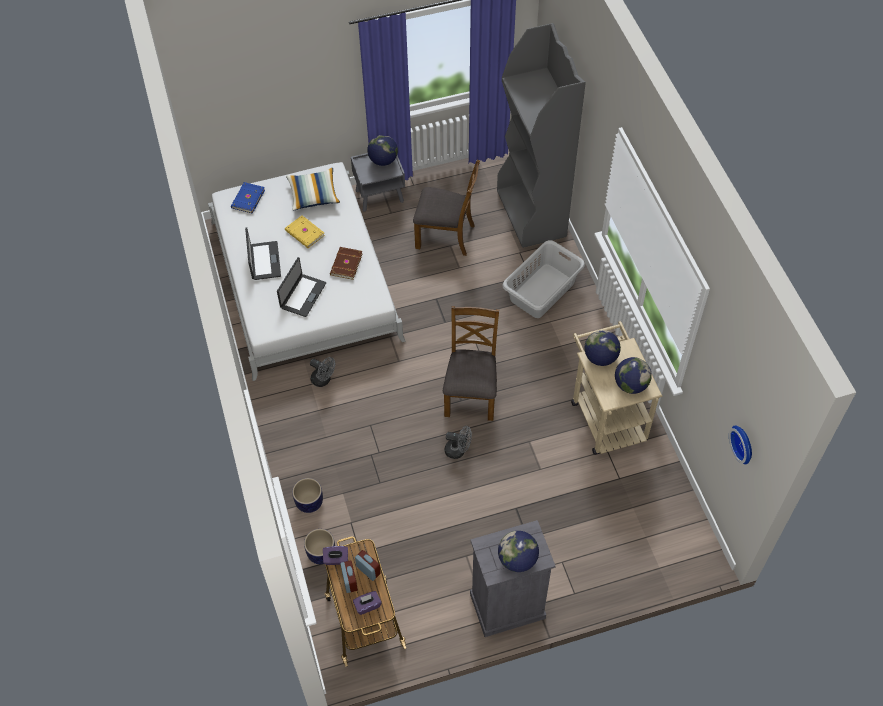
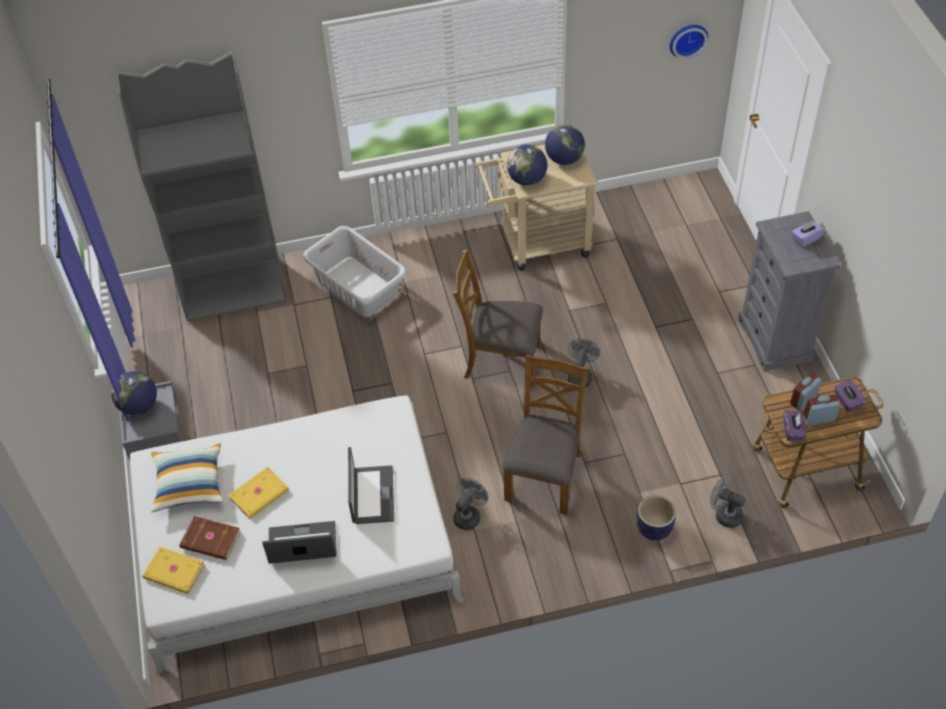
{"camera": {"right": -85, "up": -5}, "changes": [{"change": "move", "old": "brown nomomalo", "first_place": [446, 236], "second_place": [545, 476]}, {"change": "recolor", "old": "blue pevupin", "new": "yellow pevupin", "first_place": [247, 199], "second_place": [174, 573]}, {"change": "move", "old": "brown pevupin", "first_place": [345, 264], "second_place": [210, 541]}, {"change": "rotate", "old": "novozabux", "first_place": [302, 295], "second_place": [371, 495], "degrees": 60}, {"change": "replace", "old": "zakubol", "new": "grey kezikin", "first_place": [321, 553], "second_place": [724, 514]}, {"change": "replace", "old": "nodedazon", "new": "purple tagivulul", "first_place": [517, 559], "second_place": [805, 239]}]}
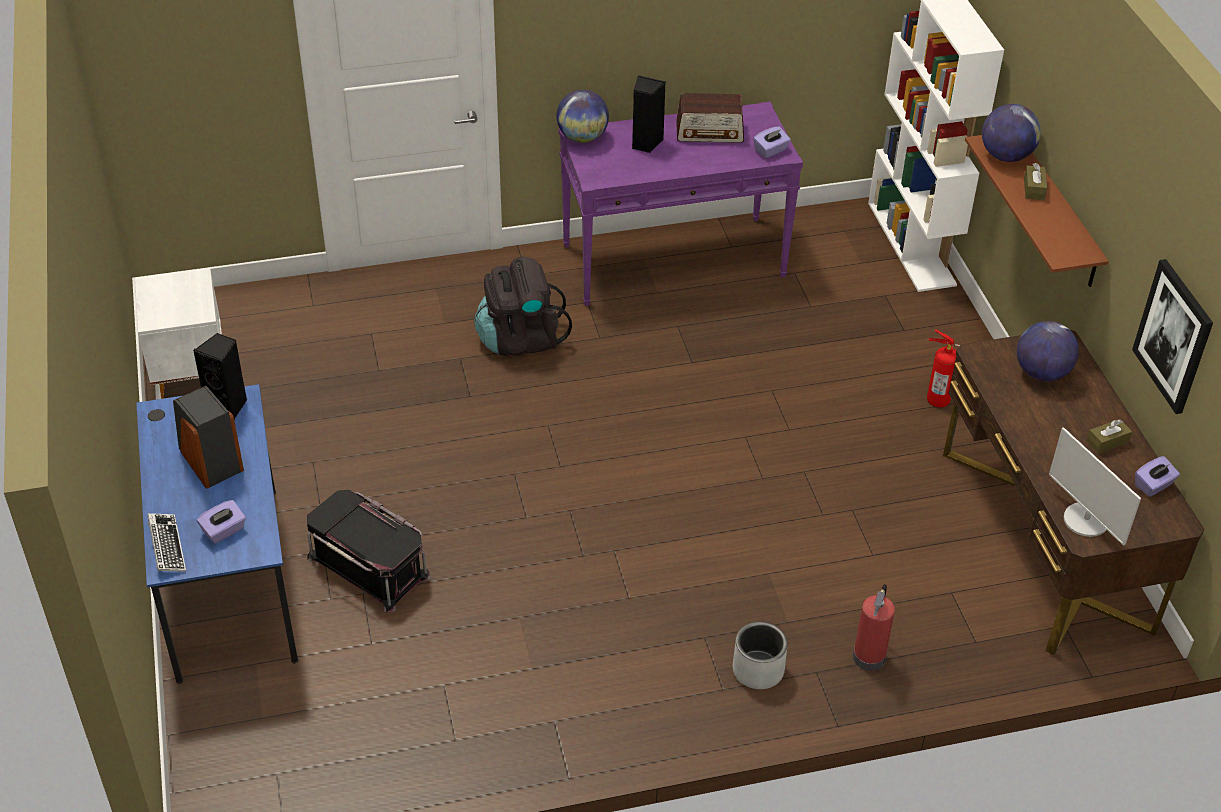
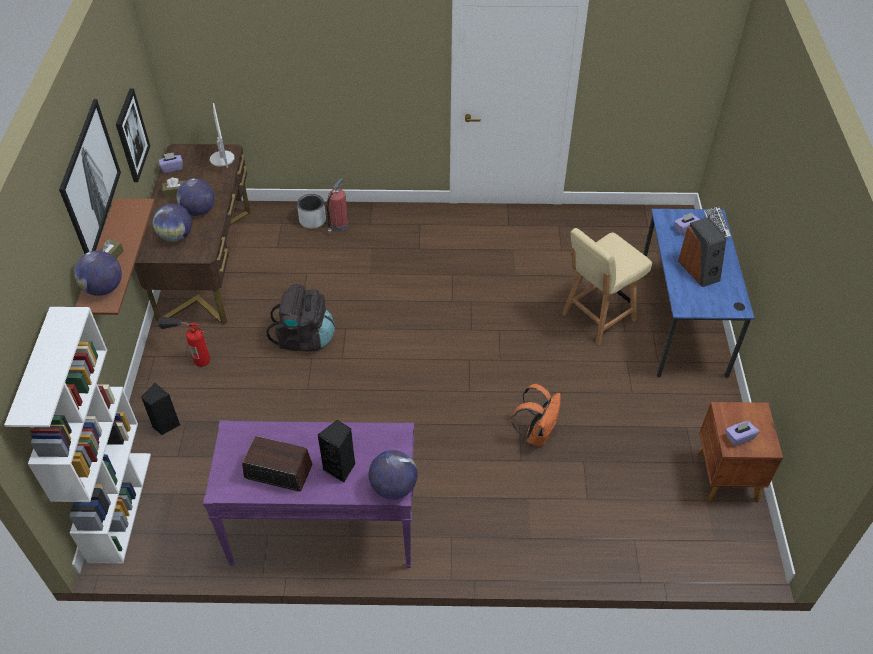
{"camera": {"right": -165, "up": 5}, "changes": [{"change": "move", "old": "purple tagivulul", "first_place": [771, 151], "second_place": [739, 437]}, {"change": "move", "old": "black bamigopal", "first_place": [520, 339], "second_place": [305, 338]}, {"change": "recolor", "old": "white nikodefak", "new": "brown nikodefak", "first_place": [191, 382], "second_place": [726, 478]}, {"change": "move", "old": "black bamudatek", "first_place": [228, 406], "second_place": [165, 425]}, {"change": "replace", "old": "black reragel", "new": "beige nomomalo", "first_place": [370, 565], "second_place": [597, 317]}, {"change": "move", "old": "grey zakubol", "first_place": [758, 670], "second_place": [312, 220]}, {"change": "insert", "new": "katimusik", "second_place": [89, 180]}, {"change": "insert", "new": "nodedazon", "second_place": [199, 211]}, {"change": "insert", "new": "orange bamigopal", "second_place": [536, 433]}]}
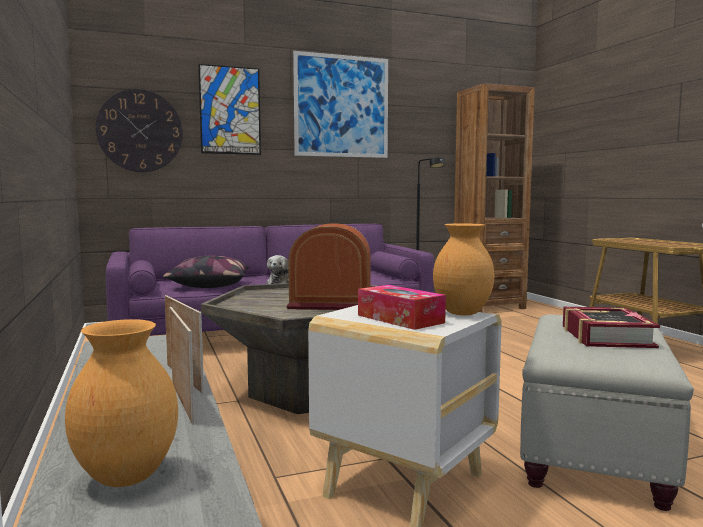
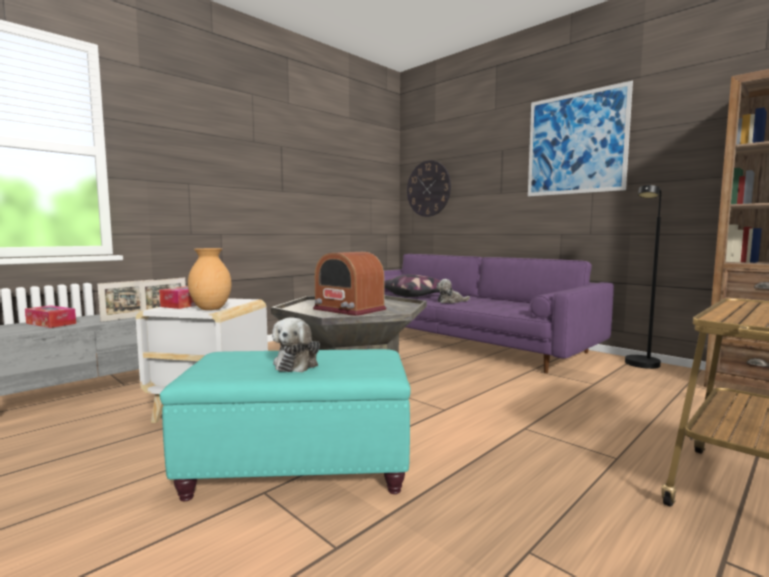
{"camera": {"right": 65, "up": 0}, "changes": [{"change": "delete", "old": "katimusik", "first_place": [230, 110]}, {"change": "rotate", "old": "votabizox", "first_place": [331, 303], "second_place": [349, 309], "degrees": 150}, {"change": "replace", "old": "pevupin", "new": "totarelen", "first_place": [605, 337], "second_place": [297, 364]}, {"change": "recolor", "old": "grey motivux", "new": "turquoise motivux", "first_place": [593, 448], "second_place": [297, 467]}, {"change": "replace", "old": "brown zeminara", "new": "tagivulul", "first_place": [127, 476], "second_place": [51, 323]}]}
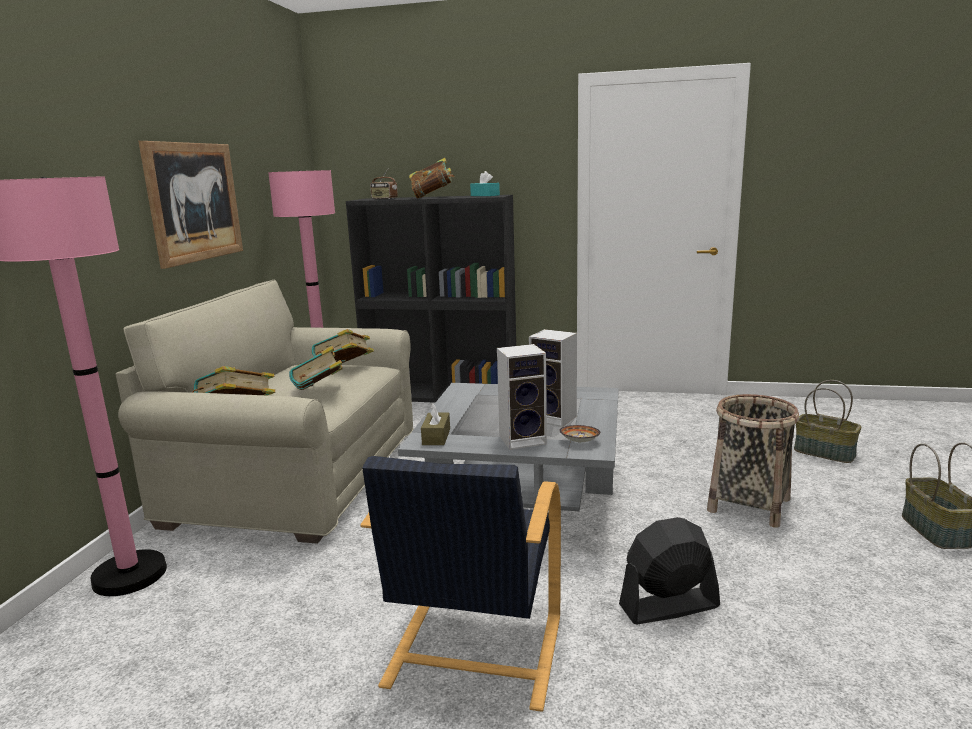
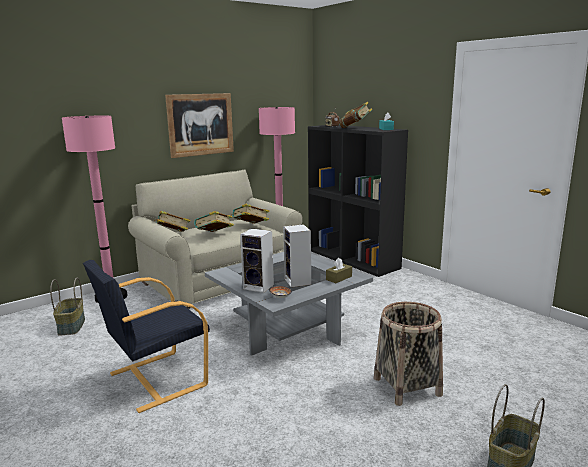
{"camera": {"right": 40, "up": 0}, "changes": [{"change": "move", "old": "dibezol", "first_place": [825, 452], "second_place": [72, 326]}, {"change": "move", "old": "brown tagivulul", "first_place": [436, 437], "second_place": [339, 278]}, {"change": "delete", "old": "black kezikin", "first_place": [668, 606]}]}
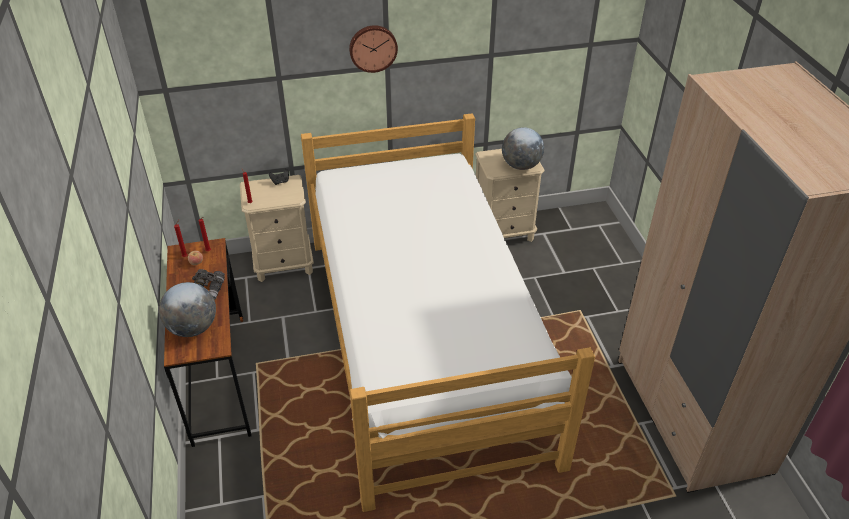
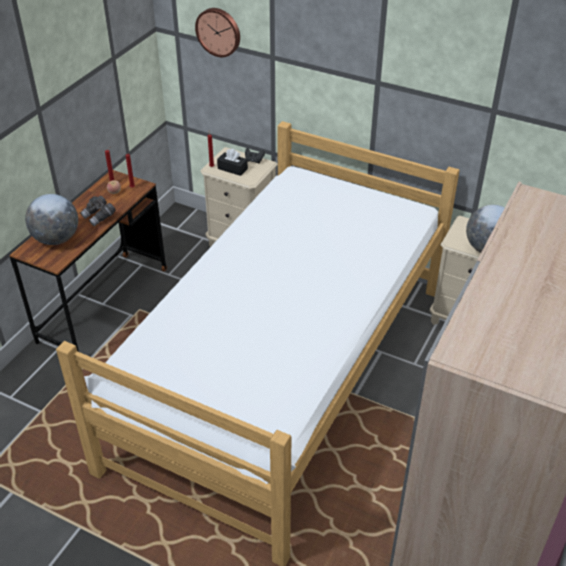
{"camera": {"right": 40, "up": 0}, "changes": [{"change": "move", "old": "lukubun", "first_place": [373, 48], "second_place": [219, 31]}, {"change": "insert", "new": "black tagivulul", "second_place": [232, 168]}]}
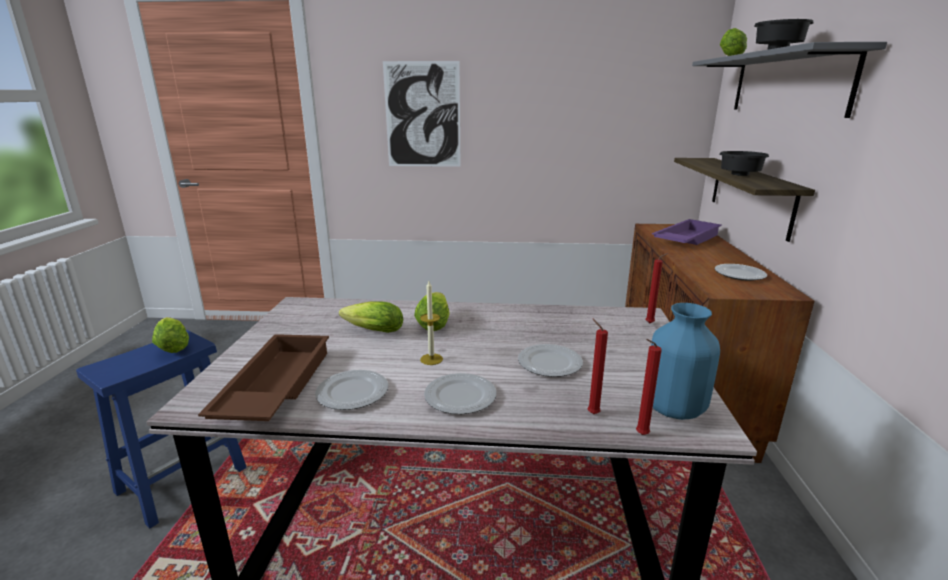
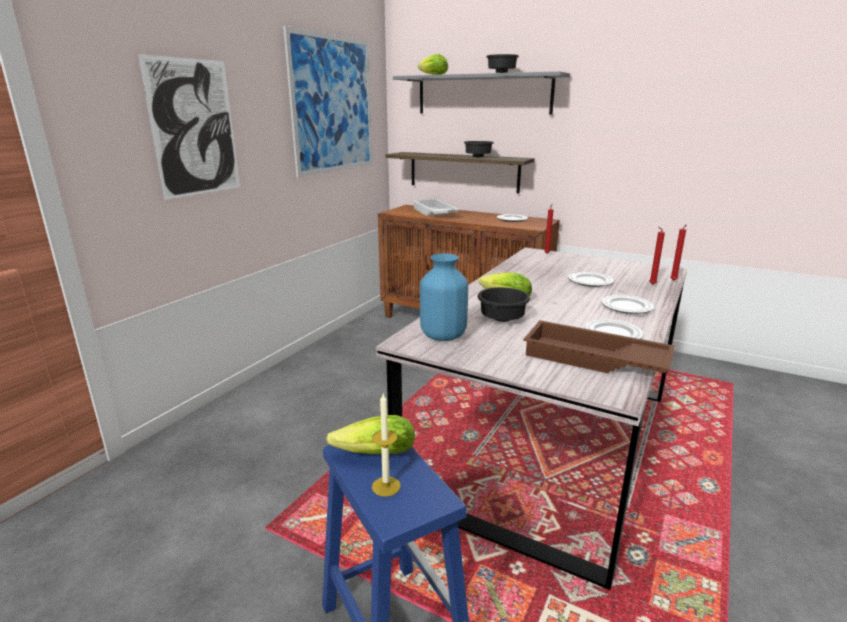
{"camera": {"right": -65, "up": 0}, "changes": [{"change": "recolor", "old": "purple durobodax", "new": "white durobodax", "first_place": [685, 239], "second_place": [433, 213]}, {"change": "move", "old": "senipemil", "first_place": [431, 359], "second_place": [386, 486]}, {"change": "replace", "old": "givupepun", "new": "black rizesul", "first_place": [371, 330], "second_place": [503, 318]}, {"change": "move", "old": "blue zeminara", "first_place": [674, 408], "second_place": [443, 335]}, {"change": "insert", "new": "katimusik", "second_place": [333, 105]}]}
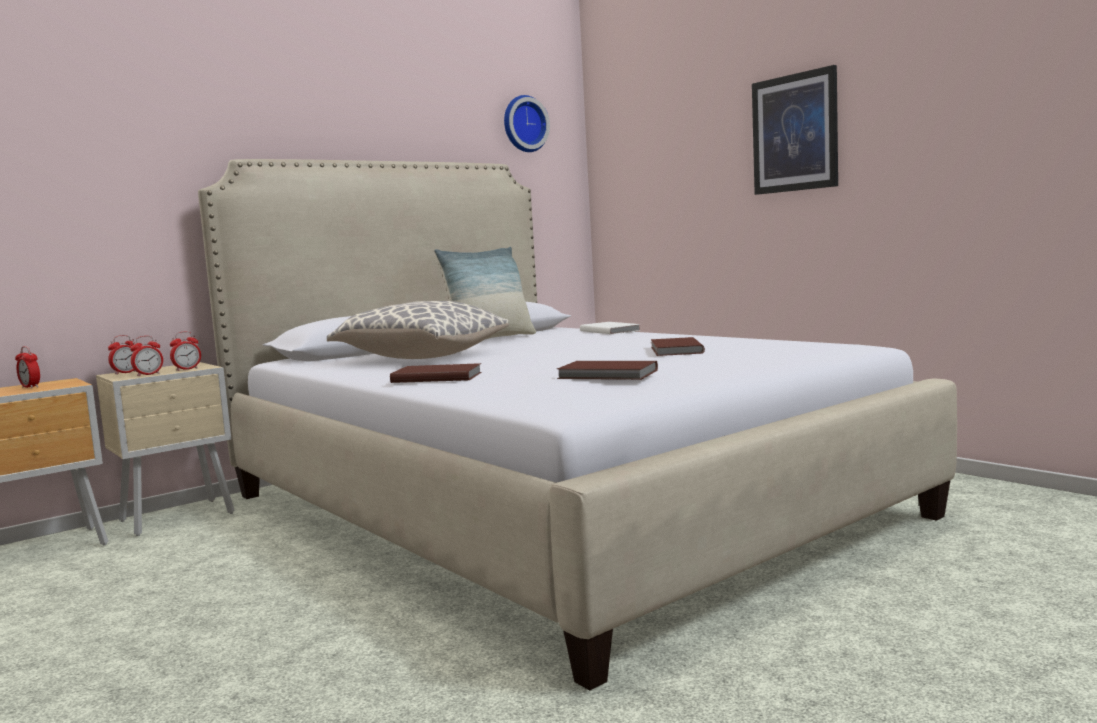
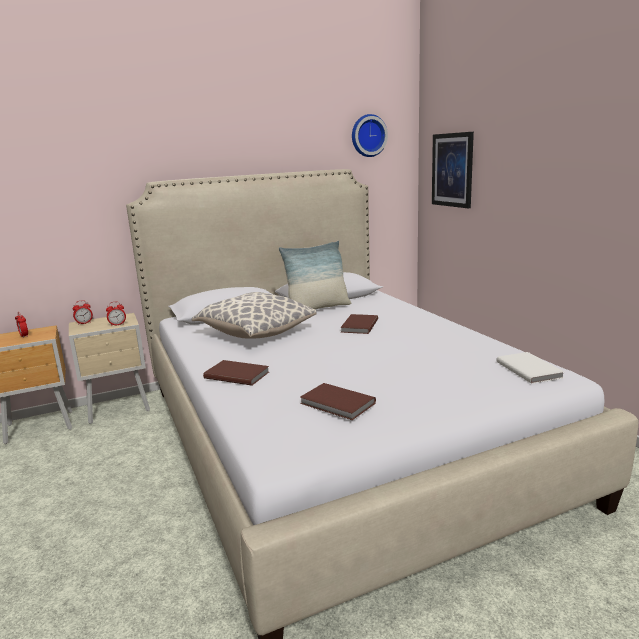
{"camera": {"right": 15, "up": 10}, "changes": [{"change": "move", "old": "katimusik", "first_place": [795, 133], "second_place": [452, 170]}, {"change": "move", "old": "white pevupin", "first_place": [610, 330], "second_place": [529, 369]}, {"change": "delete", "old": "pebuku", "first_place": [148, 374]}, {"change": "move", "old": "brown pevupin", "first_place": [674, 350], "second_place": [358, 326]}]}
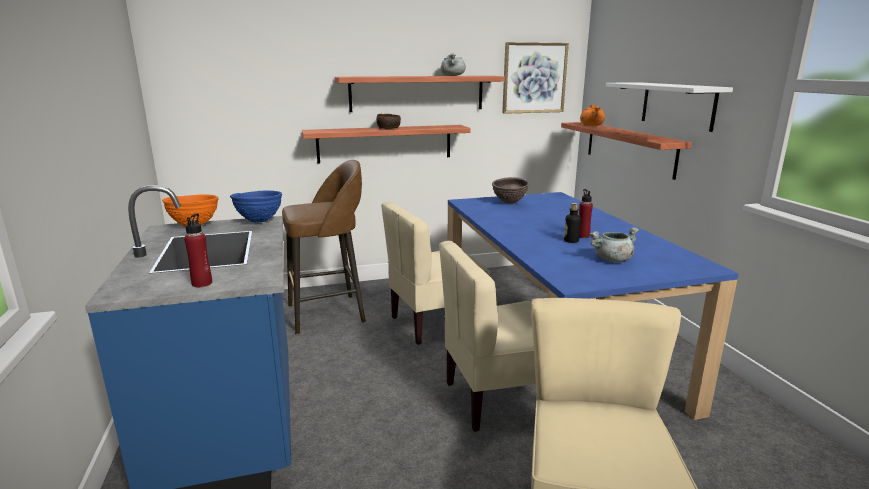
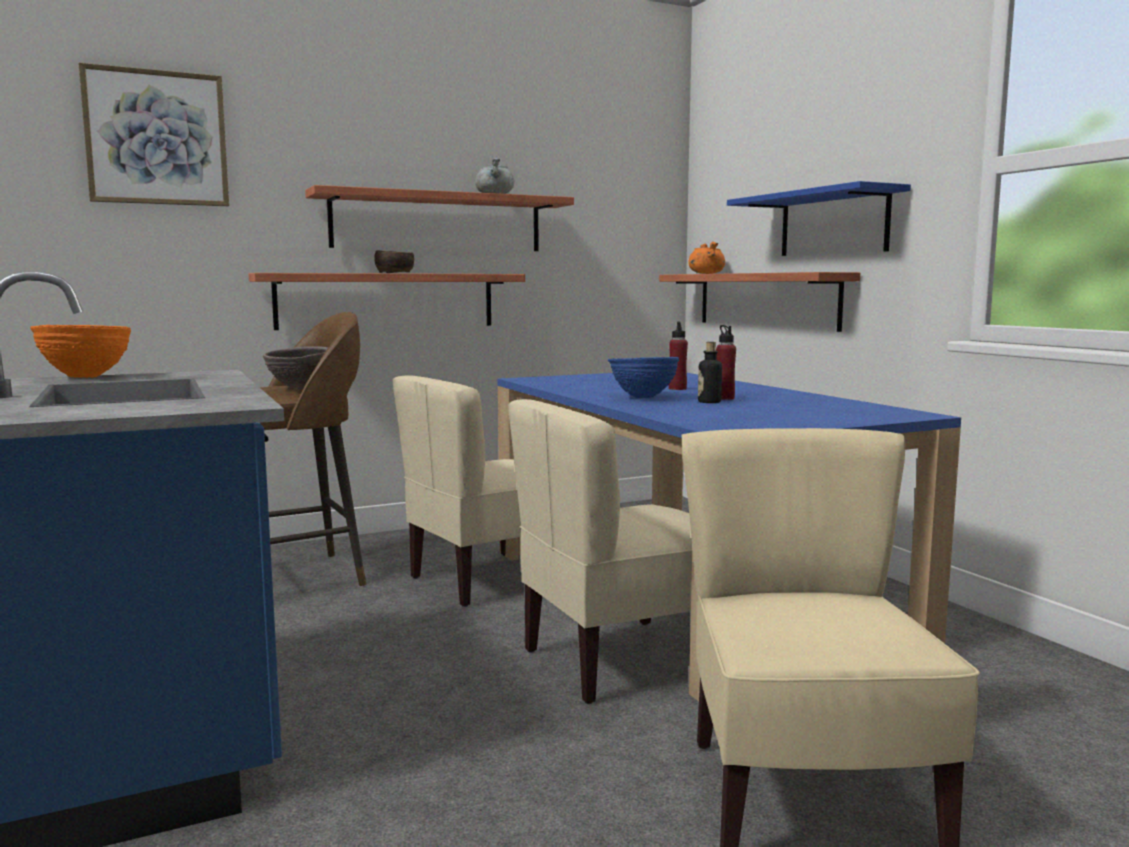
{"camera": {"right": -10, "up": -10}, "changes": [{"change": "move", "old": "katimusik", "first_place": [534, 78], "second_place": [156, 138]}, {"change": "recolor", "old": "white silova", "new": "blue silova", "first_place": [677, 105], "second_place": [833, 224]}, {"change": "move", "old": "brown rizesul", "first_place": [509, 203], "second_place": [299, 388]}, {"change": "move", "old": "blue rizesul", "first_place": [259, 221], "second_place": [643, 398]}, {"change": "move", "old": "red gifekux", "first_place": [202, 283], "second_place": [677, 388]}, {"change": "delete", "old": "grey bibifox", "first_place": [612, 260]}]}
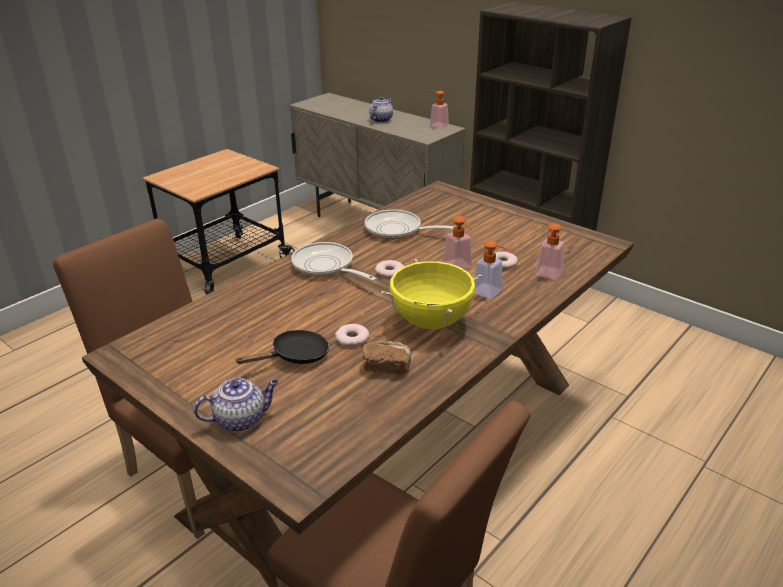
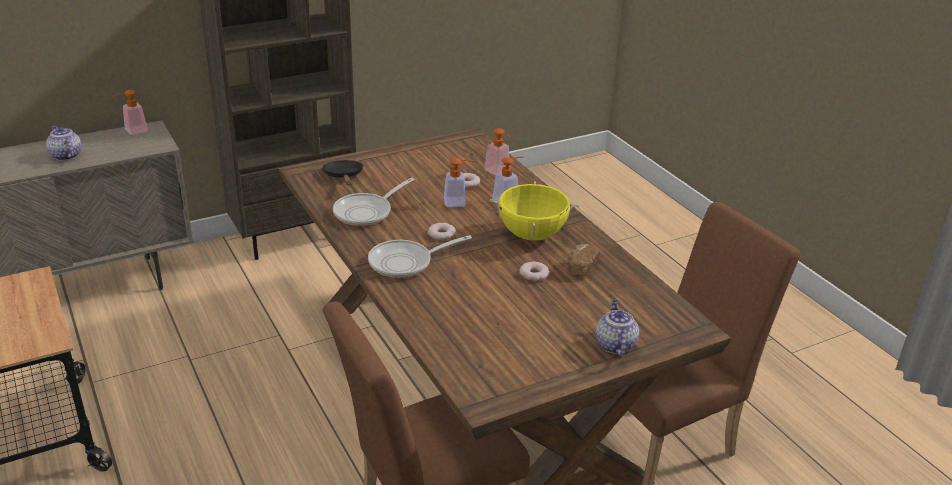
{"camera": {"right": -70, "up": 0}, "changes": [{"change": "move", "old": "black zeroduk", "first_place": [295, 356], "second_place": [344, 176]}]}
